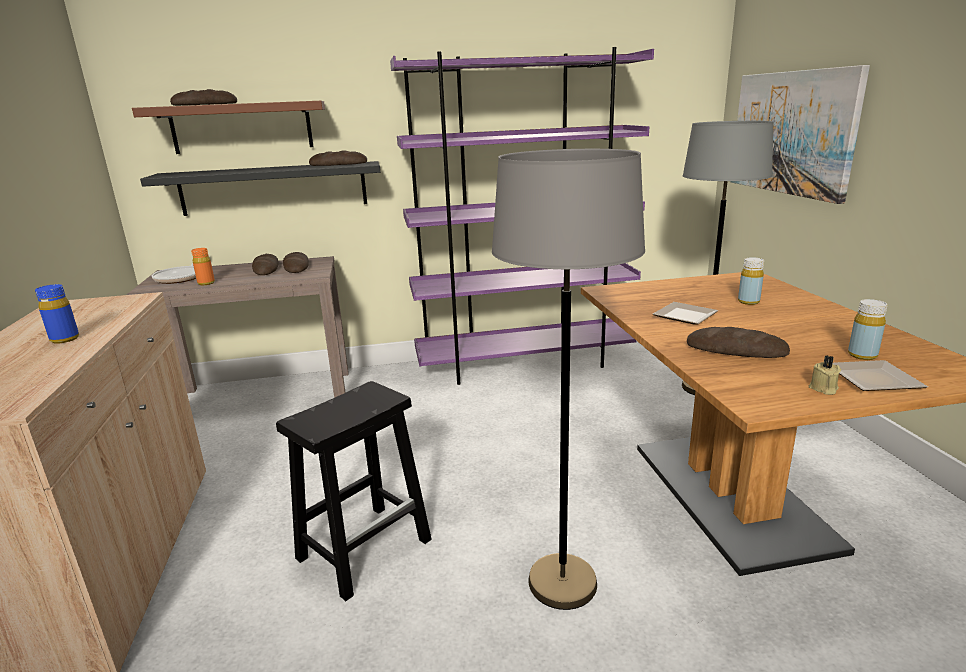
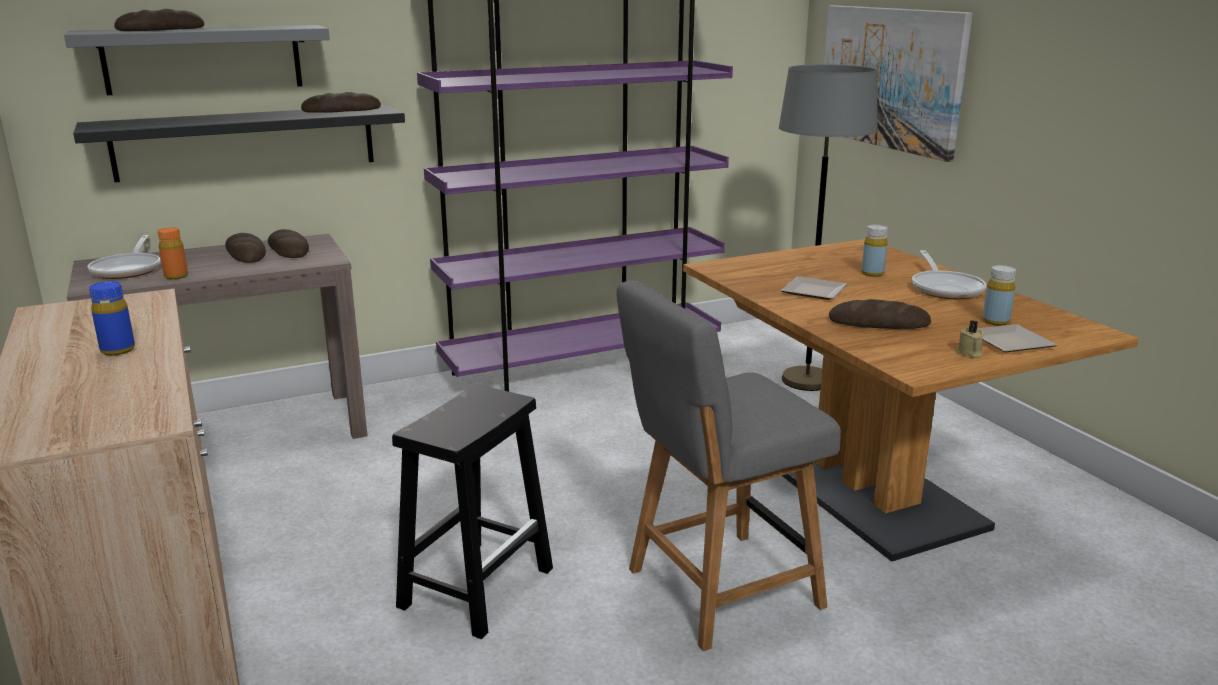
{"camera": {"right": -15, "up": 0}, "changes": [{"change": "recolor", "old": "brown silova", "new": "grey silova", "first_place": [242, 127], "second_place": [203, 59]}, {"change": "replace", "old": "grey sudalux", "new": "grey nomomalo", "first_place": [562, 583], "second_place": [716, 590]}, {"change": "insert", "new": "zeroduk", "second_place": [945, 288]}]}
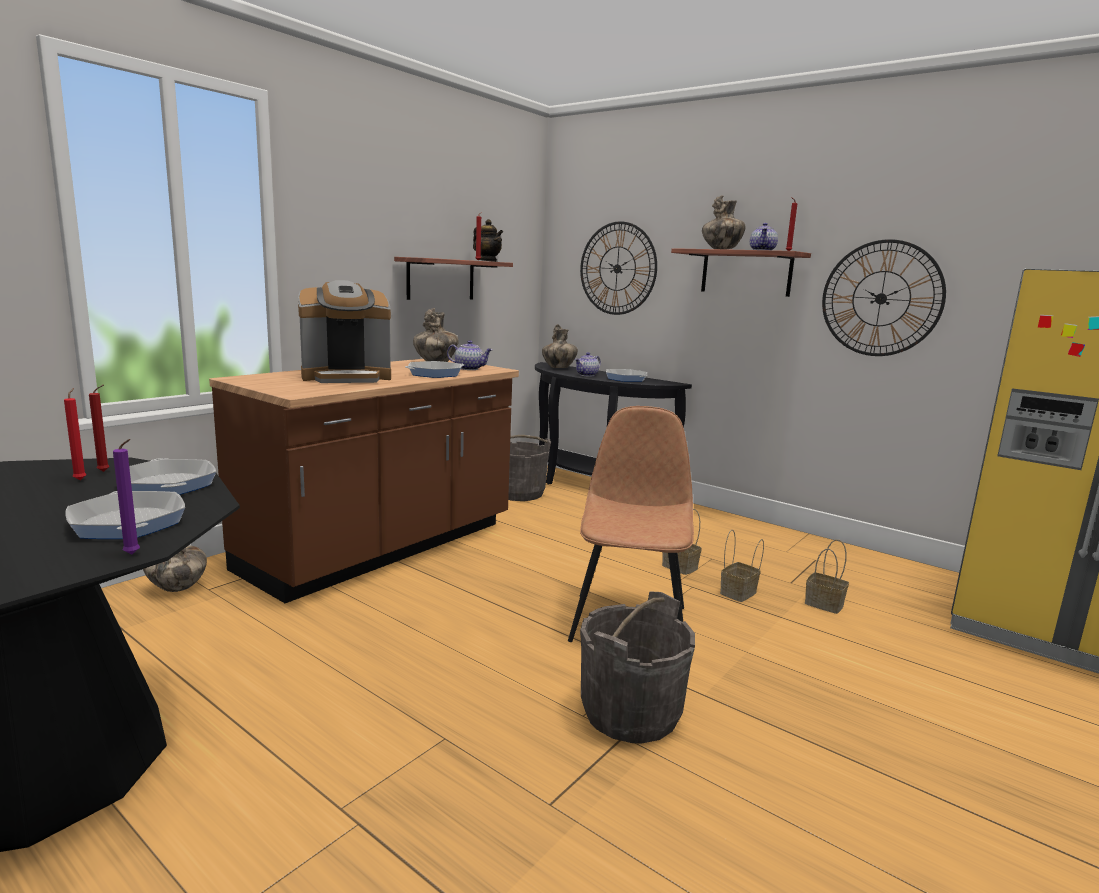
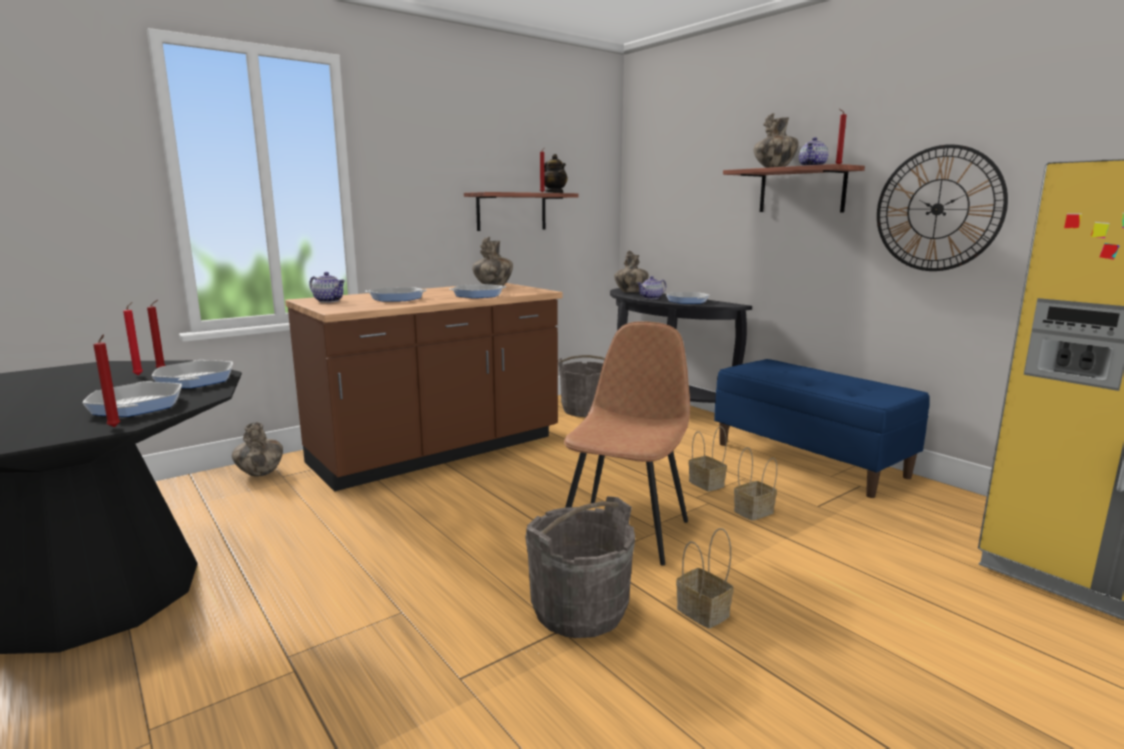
{"camera": {"right": 15, "up": 0}, "changes": [{"change": "delete", "old": "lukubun", "first_place": [617, 268]}, {"change": "replace", "old": "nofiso", "new": "zeroduk", "first_place": [347, 377], "second_place": [396, 298]}, {"change": "move", "old": "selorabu", "first_place": [469, 368], "second_place": [329, 301]}, {"change": "recolor", "old": "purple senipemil", "new": "red senipemil", "first_place": [134, 554], "second_place": [115, 427]}, {"change": "move", "old": "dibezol", "first_place": [825, 604], "second_place": [704, 612]}, {"change": "insert", "new": "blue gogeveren", "second_place": [810, 460]}]}
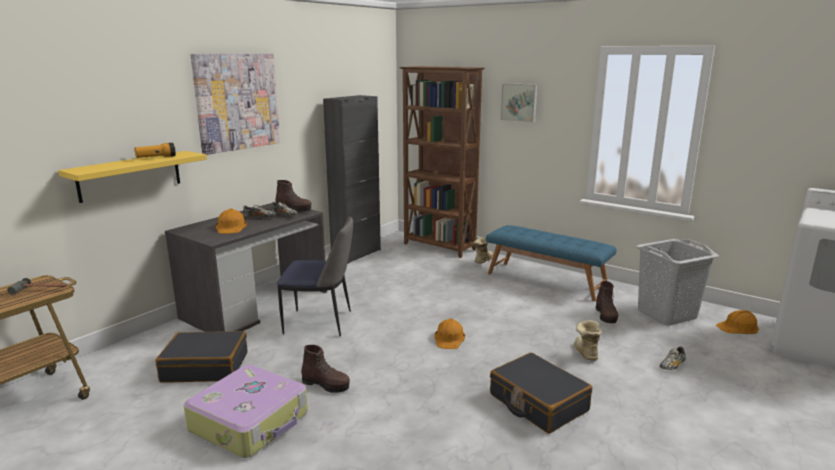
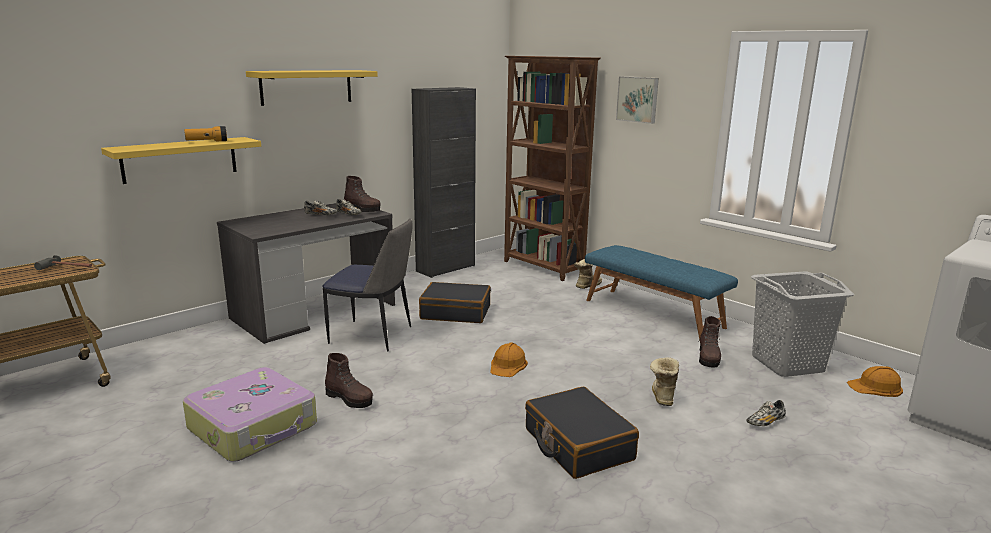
{"camera": {"right": 10, "up": 0}, "changes": [{"change": "replace", "old": "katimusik", "new": "yellow silova", "first_place": [237, 102], "second_place": [306, 87]}, {"change": "delete", "old": "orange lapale", "first_place": [231, 227]}, {"change": "move", "old": "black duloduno", "first_place": [205, 367], "second_place": [456, 312]}]}
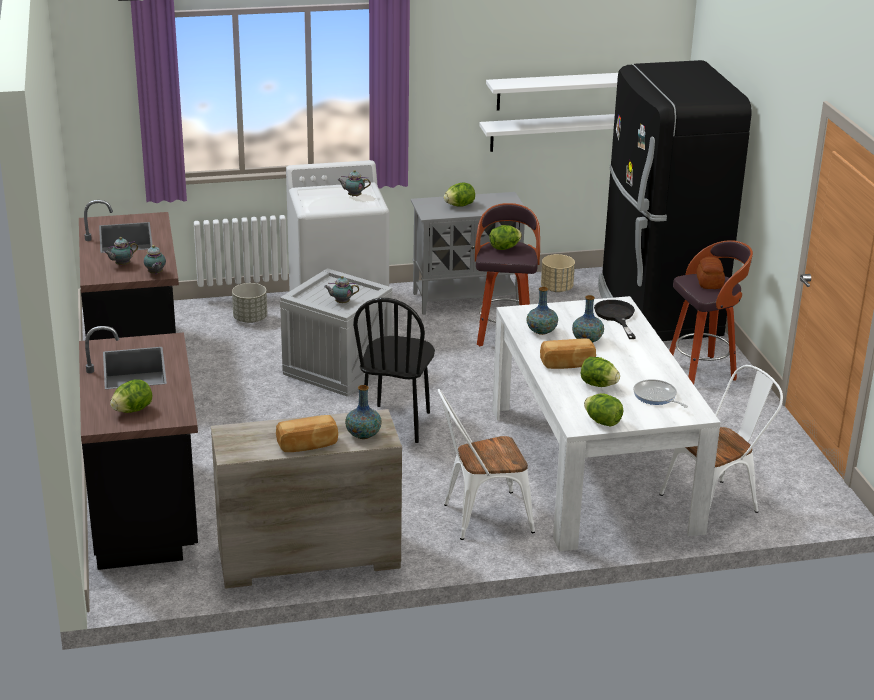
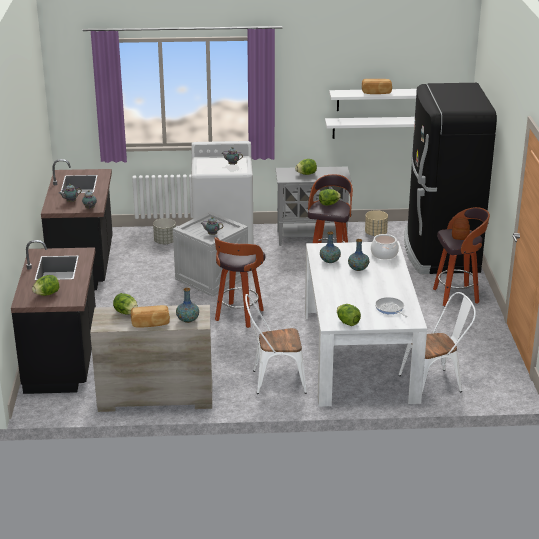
{"camera": {"right": 10, "up": 0}, "changes": [{"change": "replace", "old": "black nomomalo", "new": "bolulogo", "first_place": [396, 424], "second_place": [239, 316]}, {"change": "replace", "old": "black zeroduk", "new": "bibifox", "first_place": [616, 316], "second_place": [384, 254]}, {"change": "move", "old": "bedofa", "first_place": [567, 364], "second_place": [376, 92]}, {"change": "move", "old": "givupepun", "first_place": [598, 385], "second_place": [126, 312]}]}
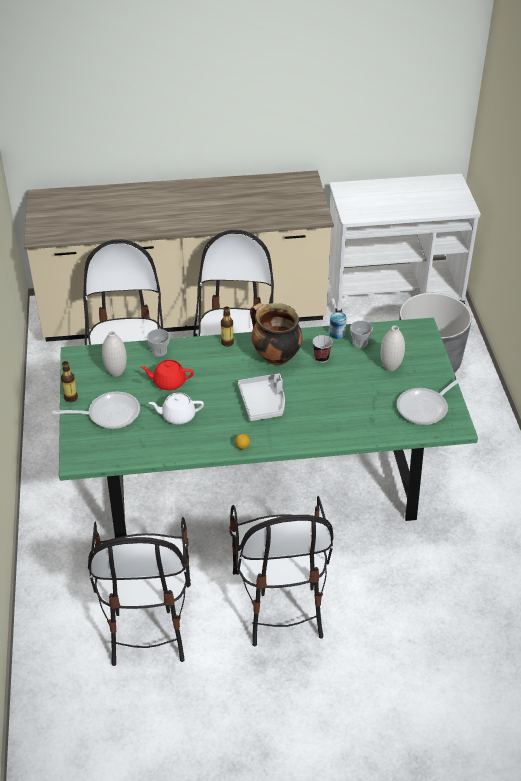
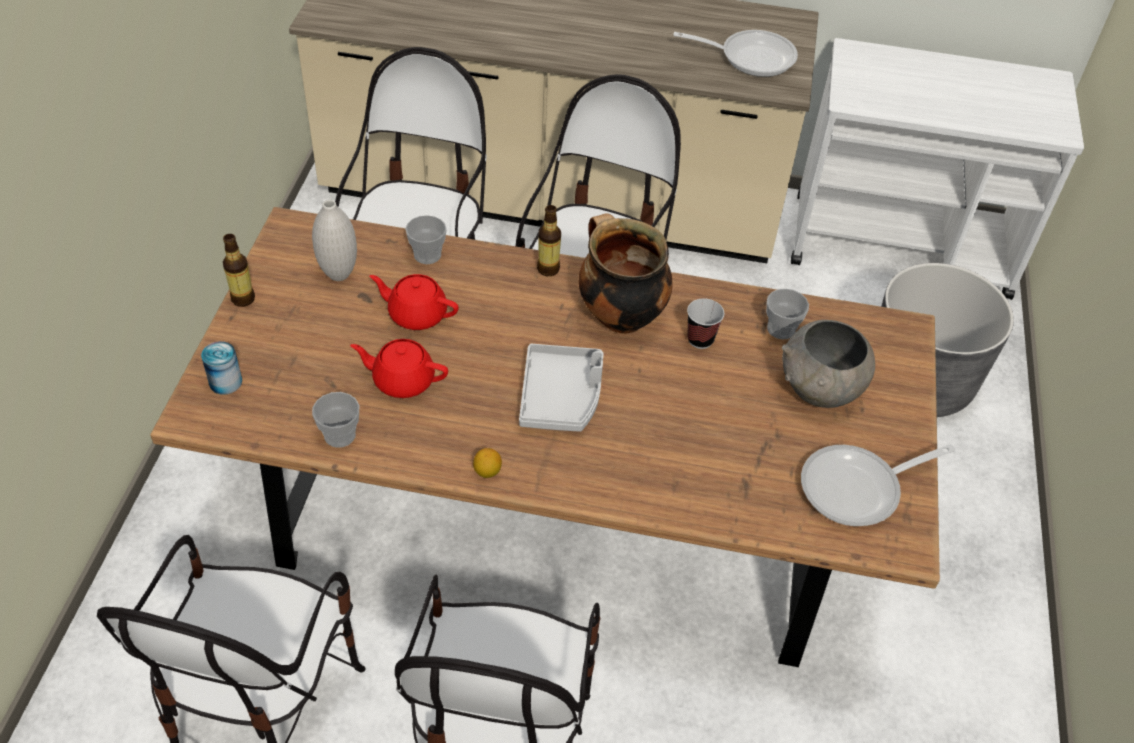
{"camera": {"right": 15, "up": 5}, "changes": [{"change": "move", "old": "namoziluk", "first_place": [337, 333], "second_place": [225, 382]}, {"change": "recolor", "old": "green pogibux", "new": "brown pogibux", "first_place": [260, 481], "second_place": [557, 514]}, {"change": "replace", "old": "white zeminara", "new": "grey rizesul", "first_place": [390, 367], "second_place": [819, 390]}, {"change": "move", "old": "zeroduk", "first_place": [109, 414], "second_place": [750, 57]}, {"change": "recolor", "old": "white selorabu", "new": "red selorabu", "first_place": [178, 416], "second_place": [402, 380]}, {"change": "insert", "new": "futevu", "second_place": [340, 435]}]}
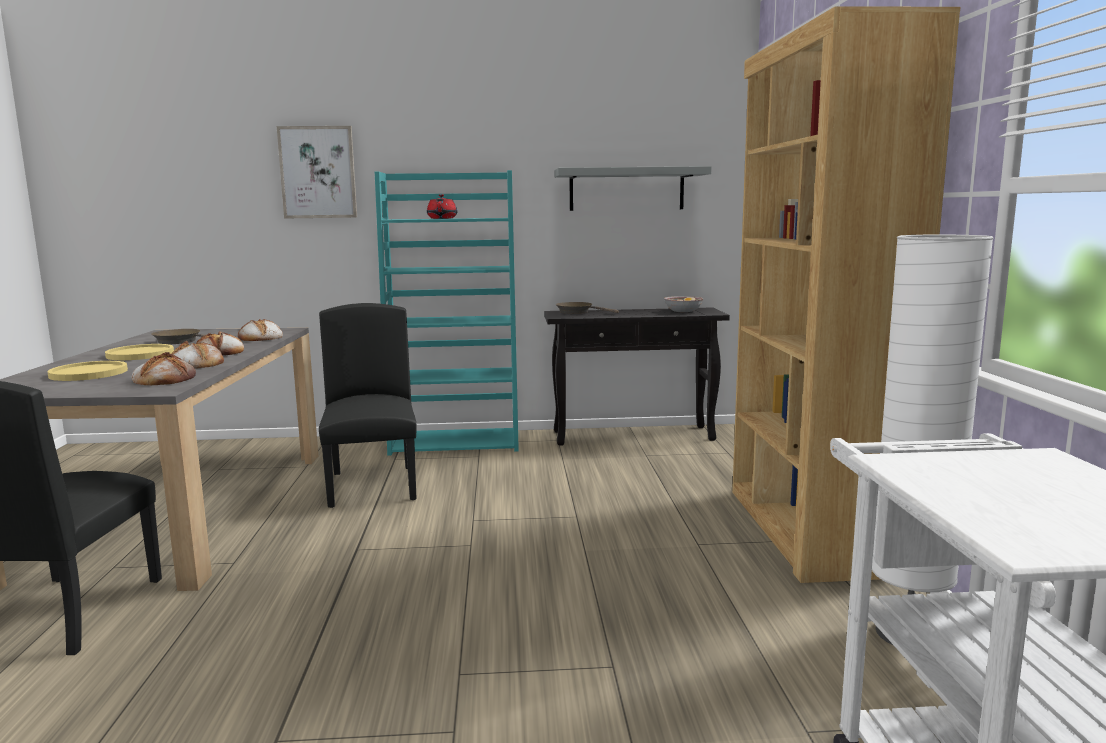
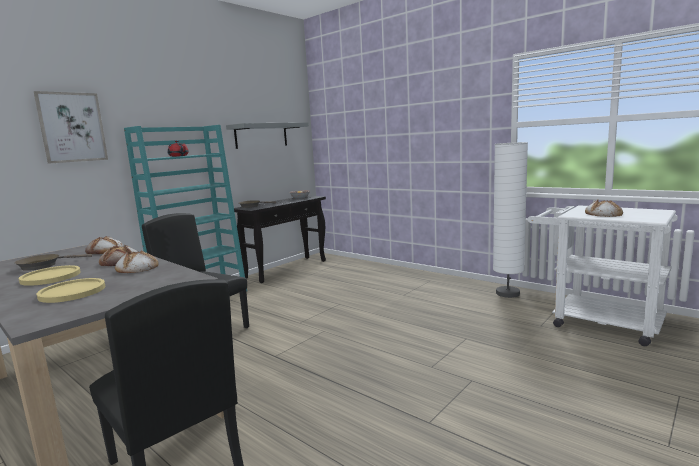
{"camera": {"right": -45, "up": 0}, "changes": [{"change": "delete", "old": "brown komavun", "first_place": [807, 530]}, {"change": "move", "old": "bedofa", "first_place": [164, 379], "second_place": [603, 214]}]}
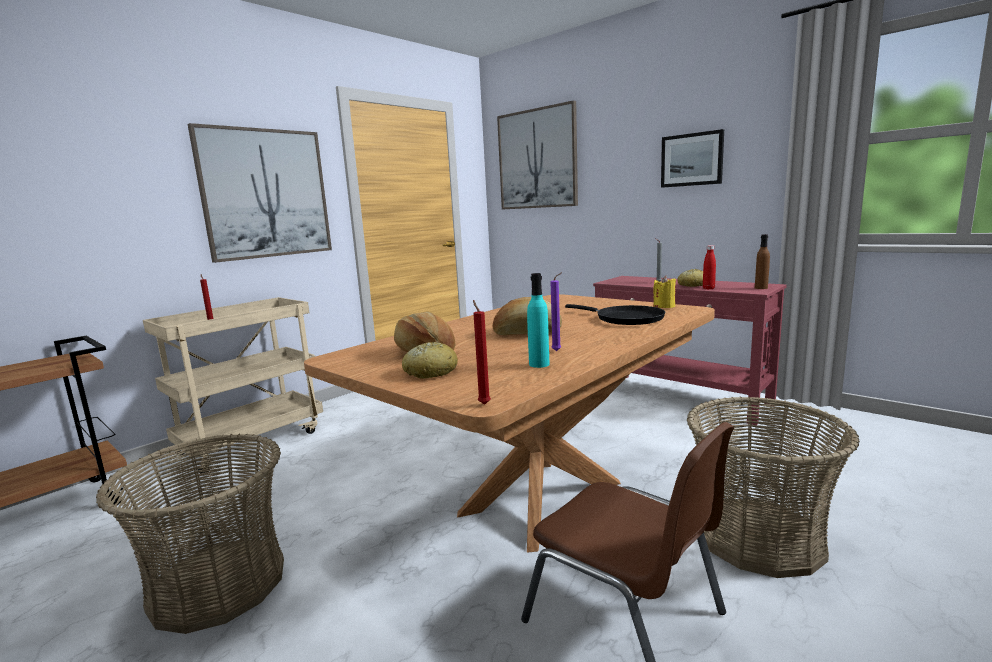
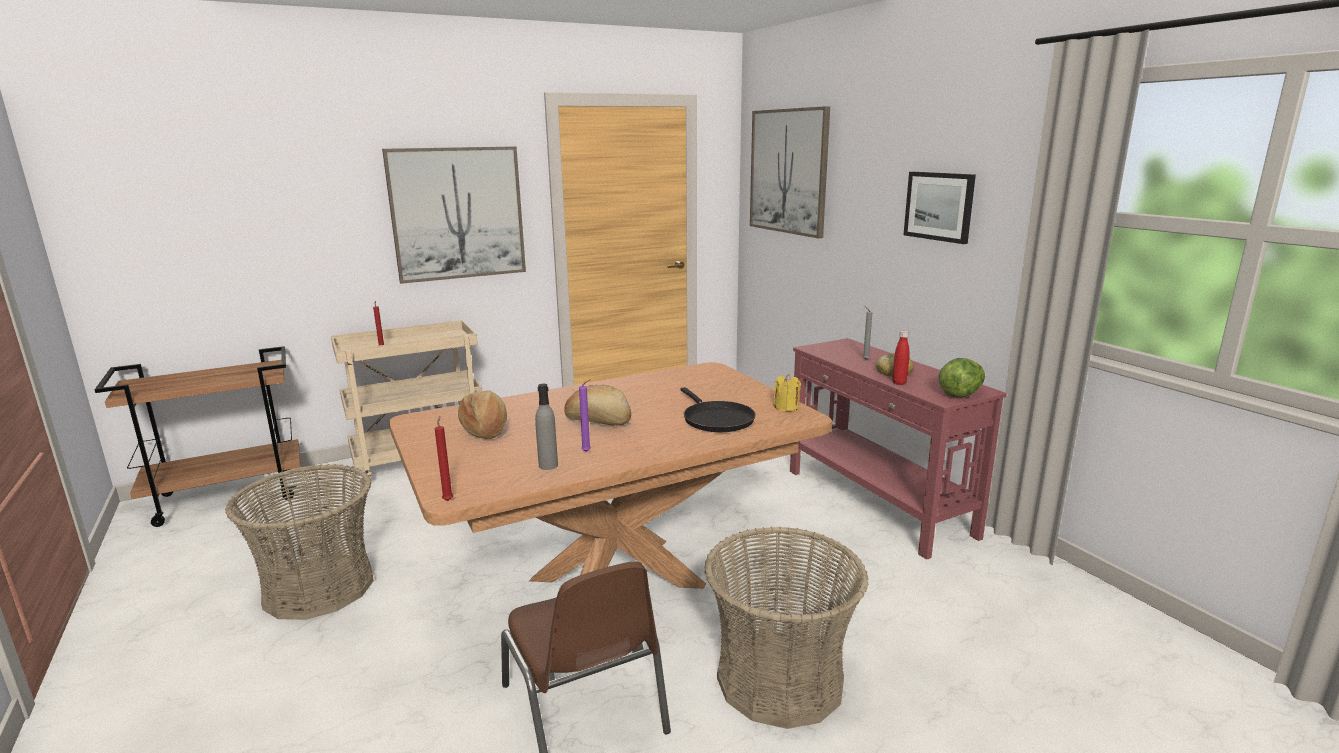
{"camera": {"right": 20, "up": 5}, "changes": [{"change": "replace", "old": "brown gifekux", "new": "givupepun", "first_place": [761, 288], "second_place": [961, 394]}, {"change": "recolor", "old": "turquoise gifekux", "new": "grey gifekux", "first_place": [539, 364], "second_place": [548, 465]}, {"change": "delete", "old": "bedofa", "first_place": [430, 372]}]}
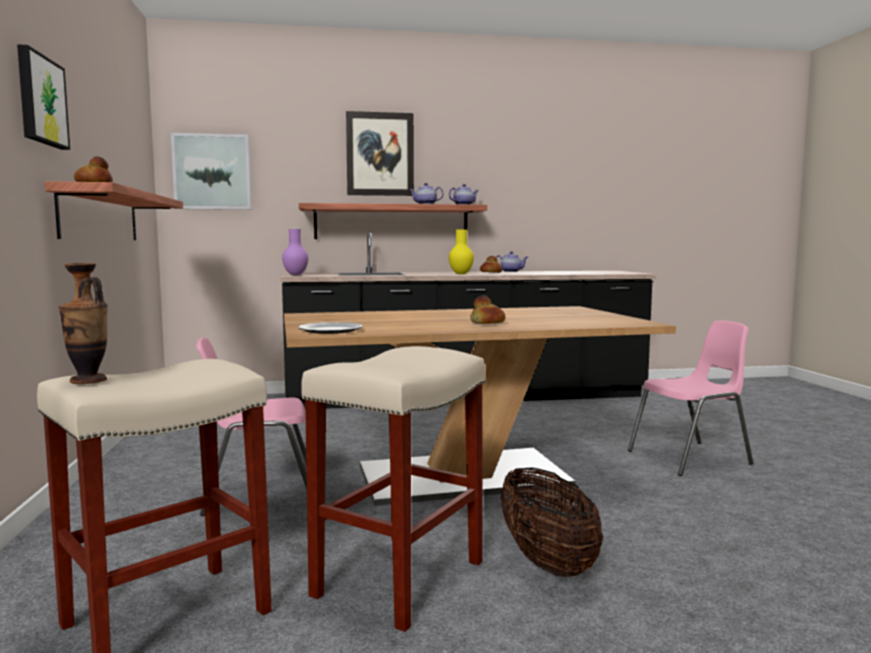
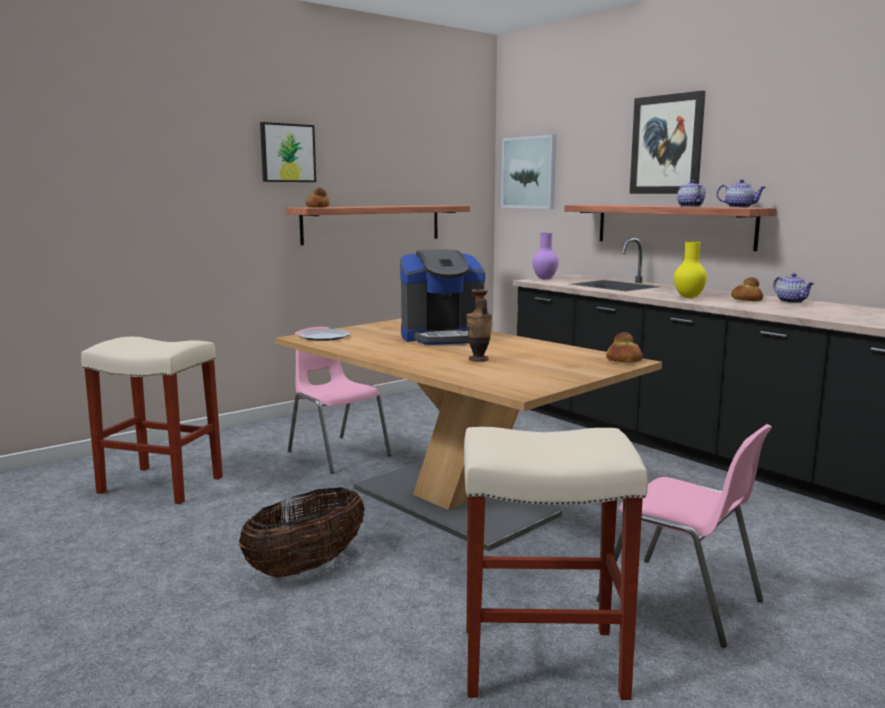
{"camera": {"right": 60, "up": 5}, "changes": [{"change": "move", "old": "zeminara", "first_place": [88, 381], "second_place": [478, 359]}, {"change": "move", "old": "bedofa", "first_place": [487, 323], "second_place": [623, 360]}, {"change": "move", "old": "beige bolulogo", "first_place": [399, 580], "second_place": [540, 662]}, {"change": "insert", "new": "nofiso", "second_place": [442, 337]}]}
